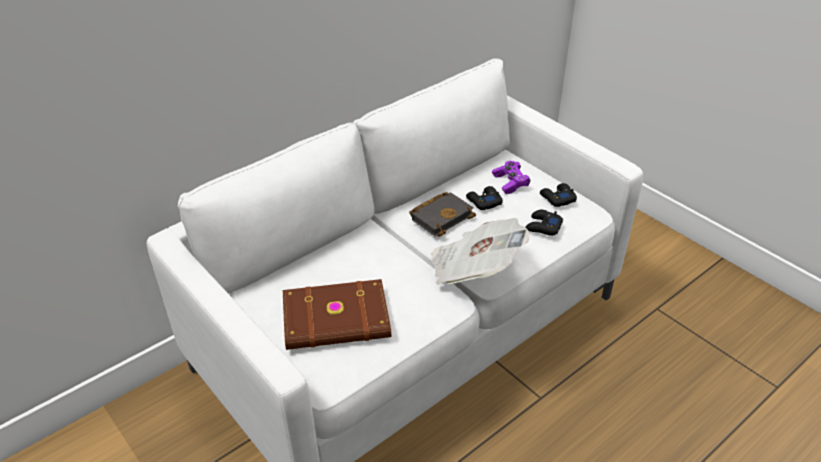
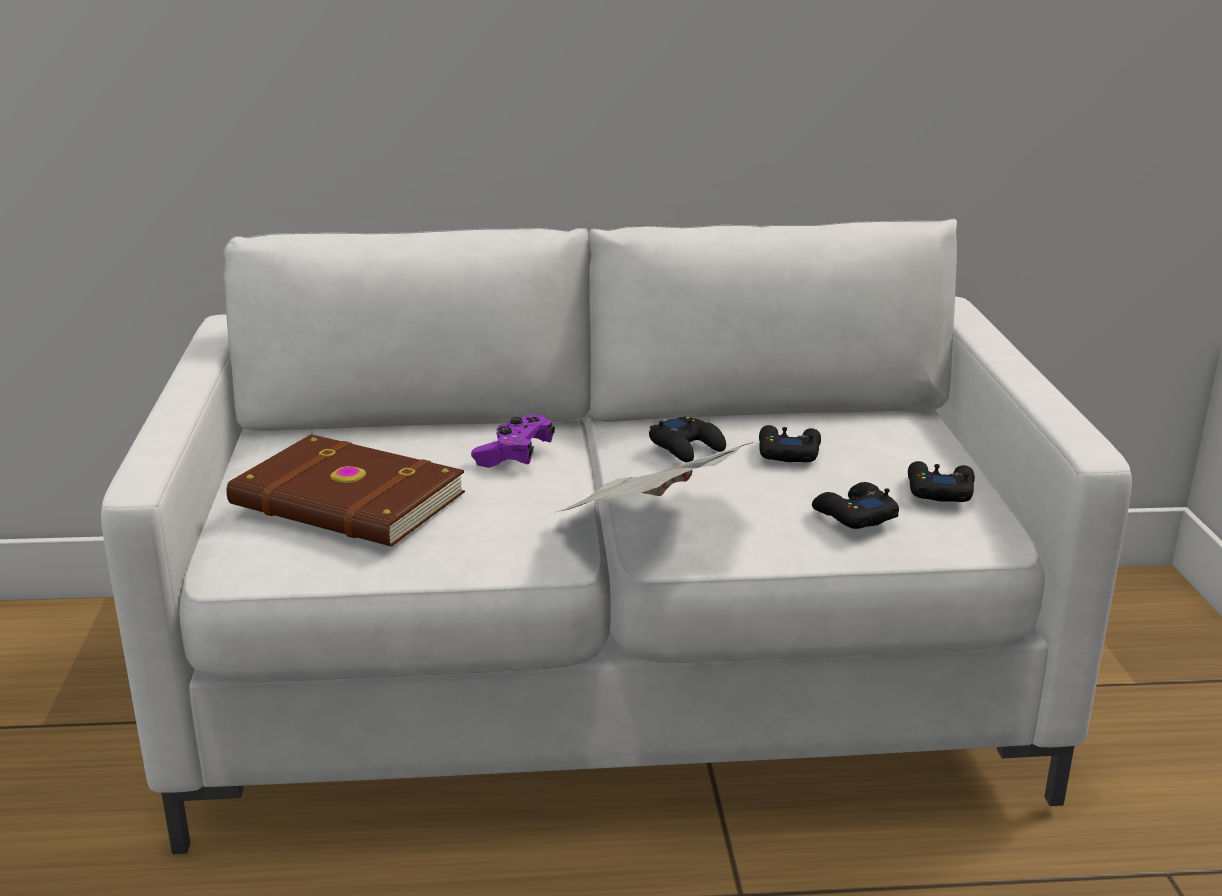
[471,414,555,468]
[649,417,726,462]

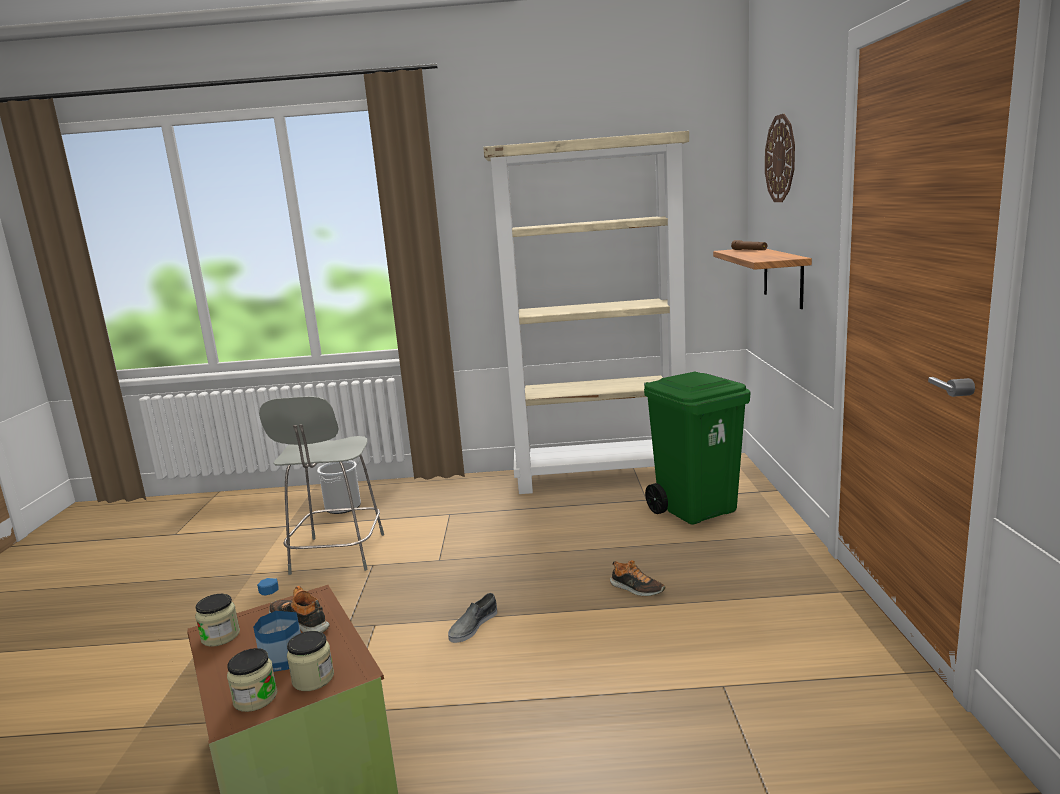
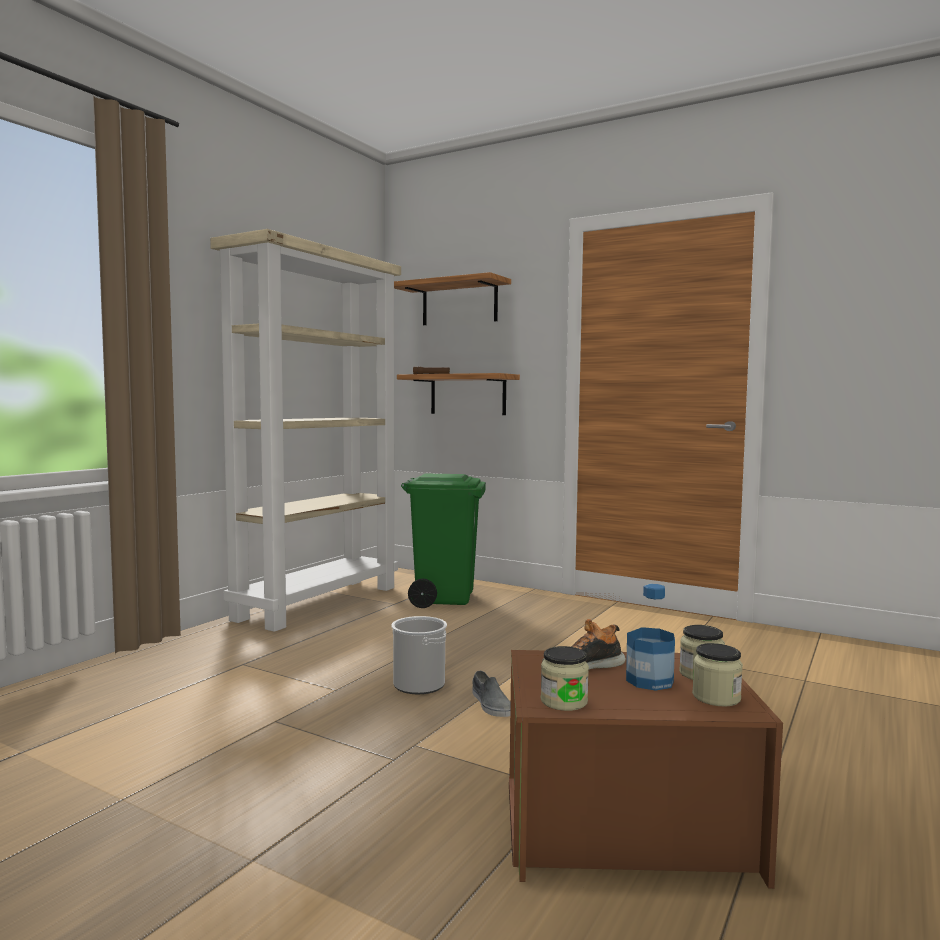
[391,616,447,694]
[394,272,511,325]
[259,396,384,575] (first image)
[610,560,665,596] (first image)

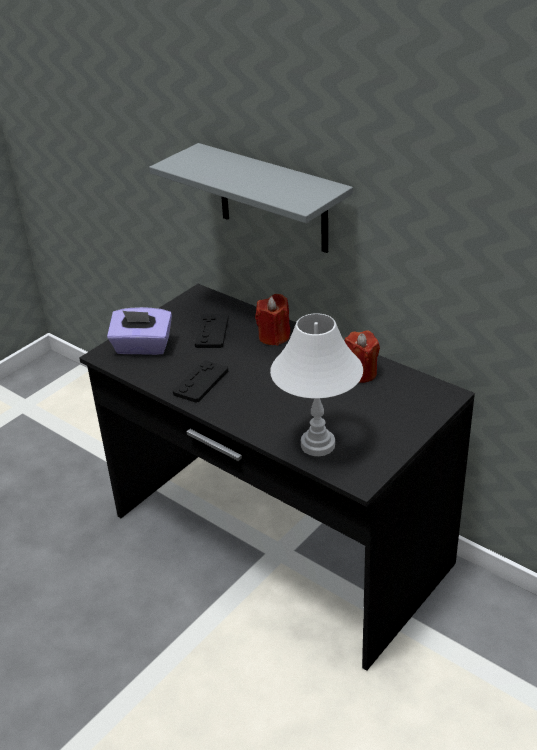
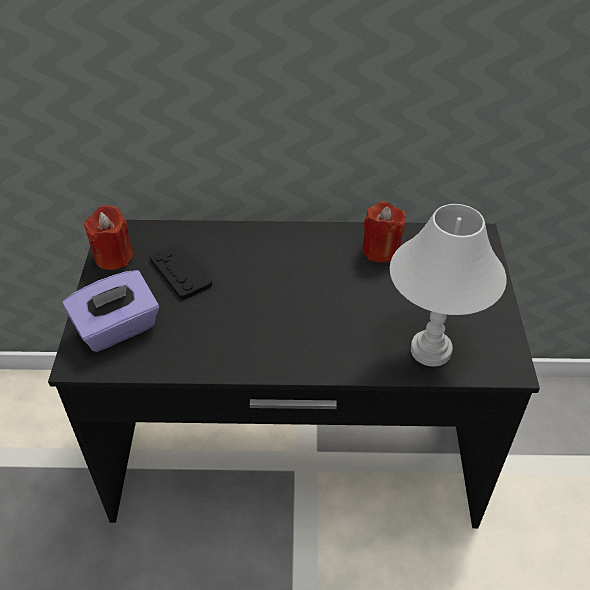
[84,205,133,270]
[149,143,353,253] (first image)
[173,360,228,403] (first image)

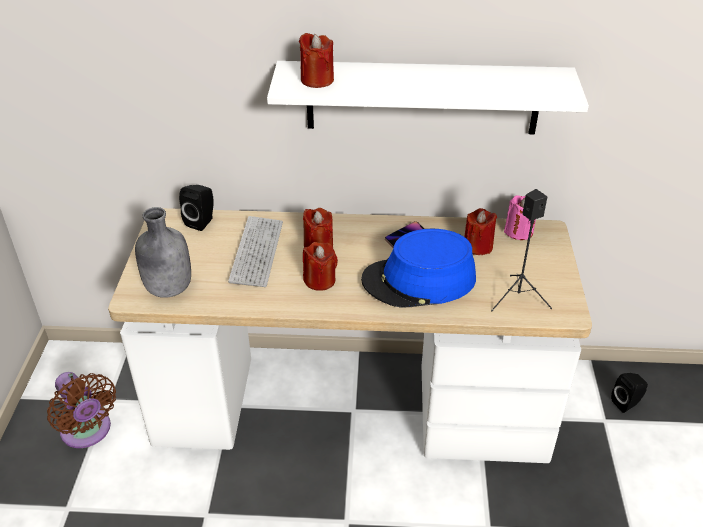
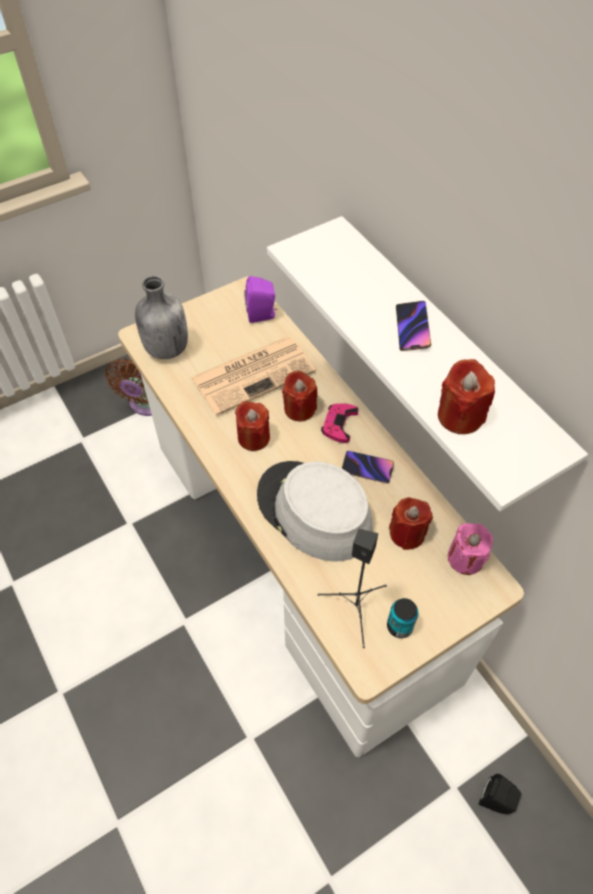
[191,337,316,416]
[245,276,278,323]
[257,461,373,562]
[321,403,358,443]
[387,598,418,638]
[396,301,431,351]
[438,359,495,434]

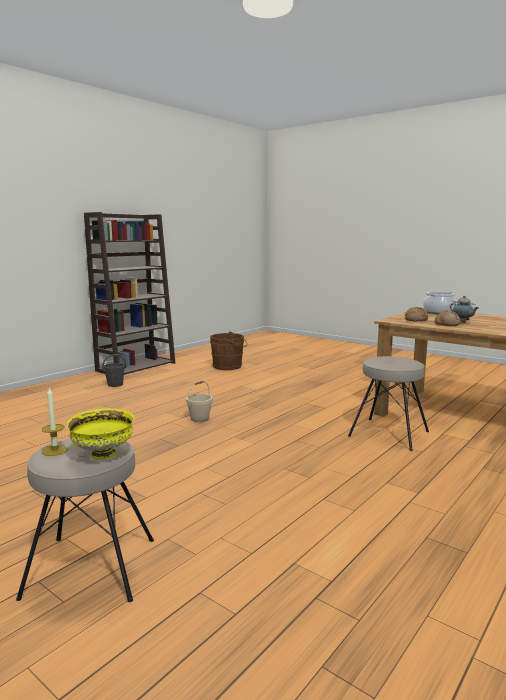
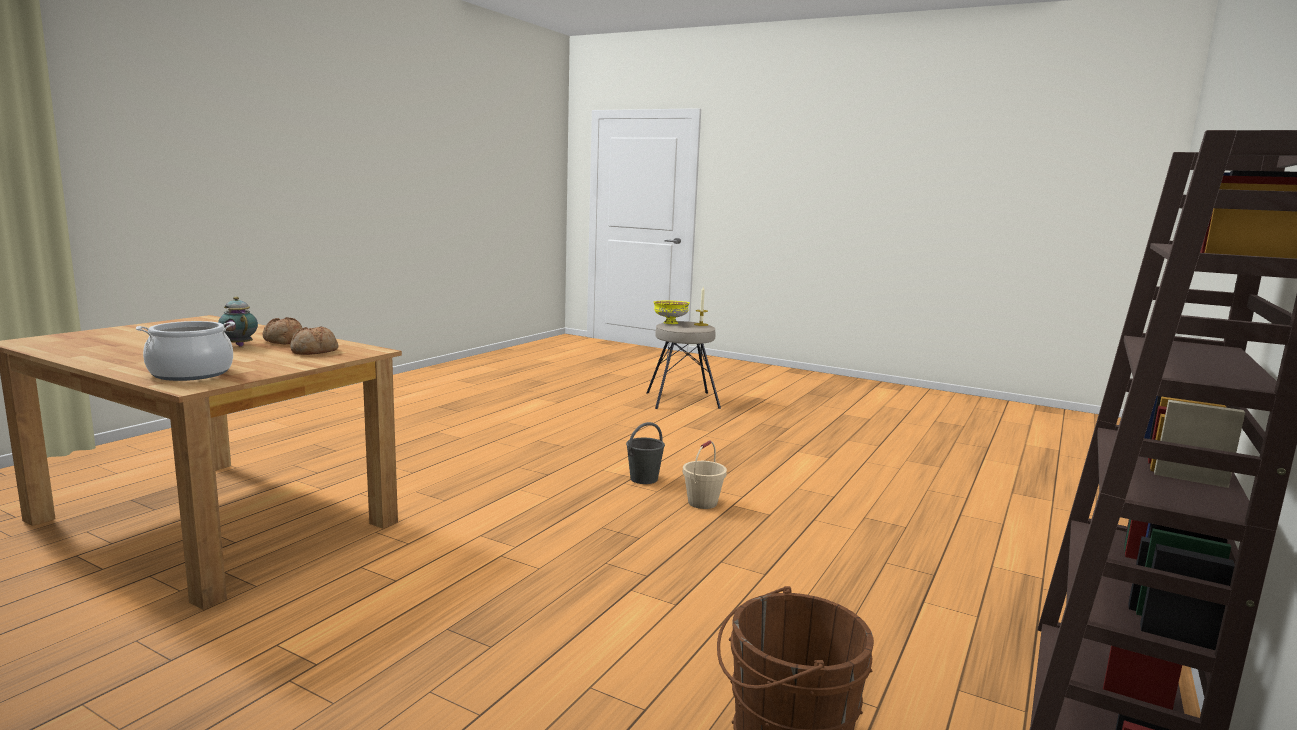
[626,422,665,484]
[348,356,429,451] (first image)

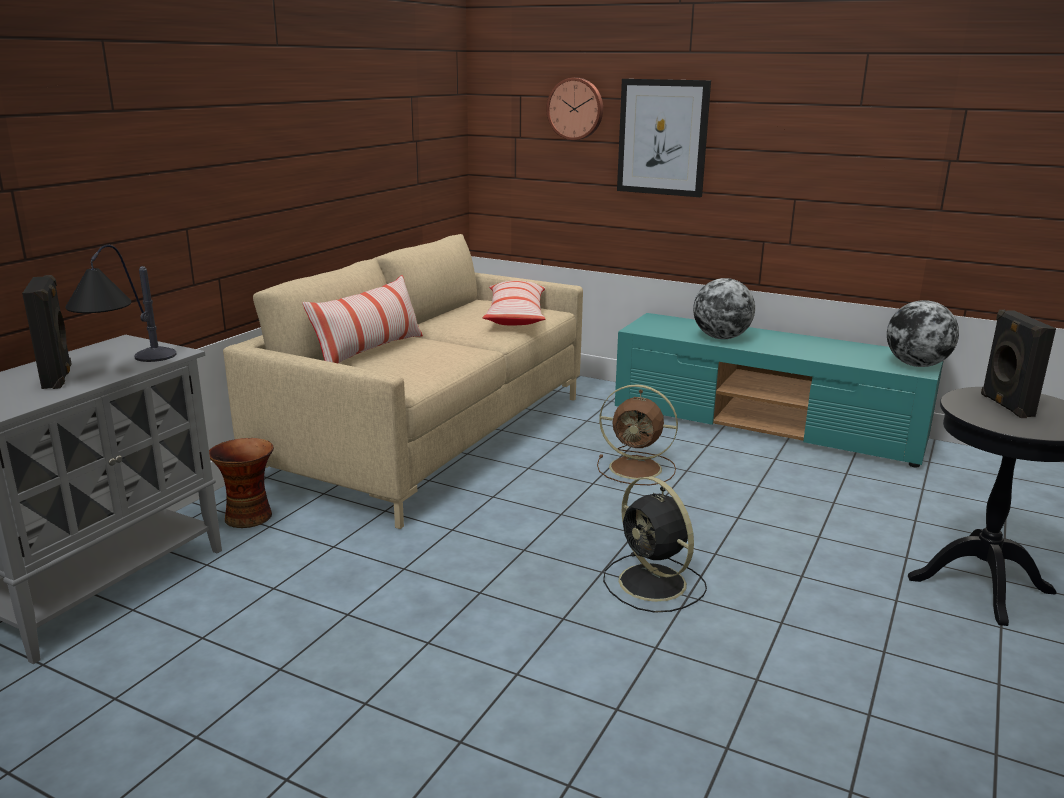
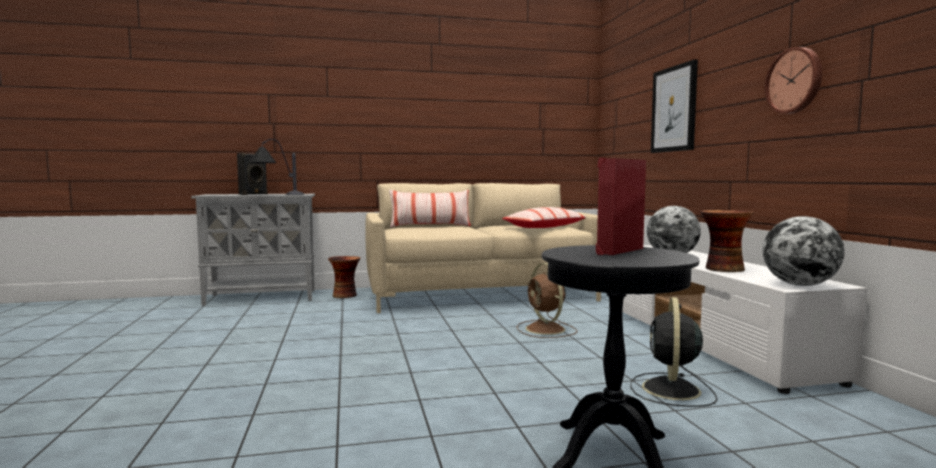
[596,158,646,255]
[609,245,868,394]
[631,297,717,407]
[700,210,754,272]
[764,47,822,114]

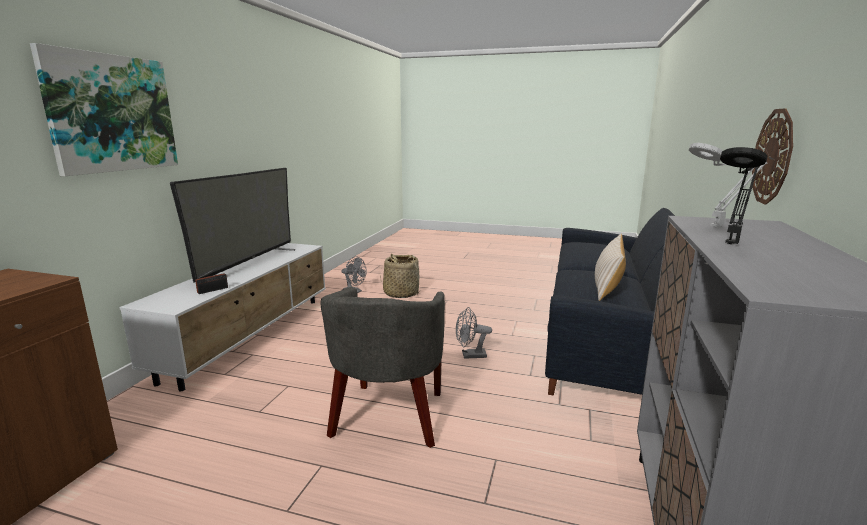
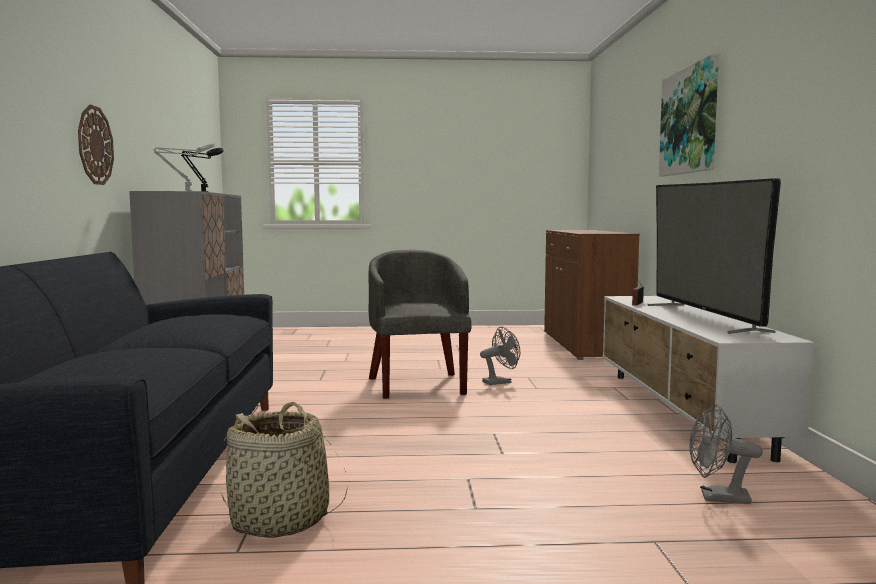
[221,402,348,538]
[480,327,520,385]
[595,234,626,301] (first image)

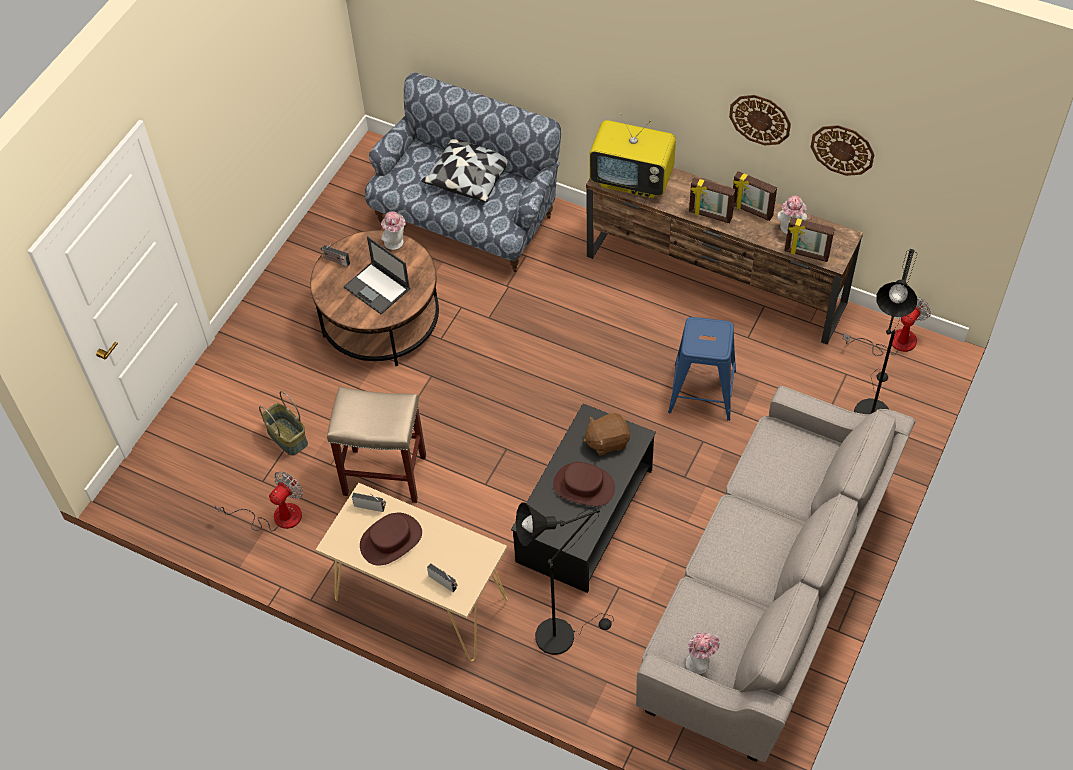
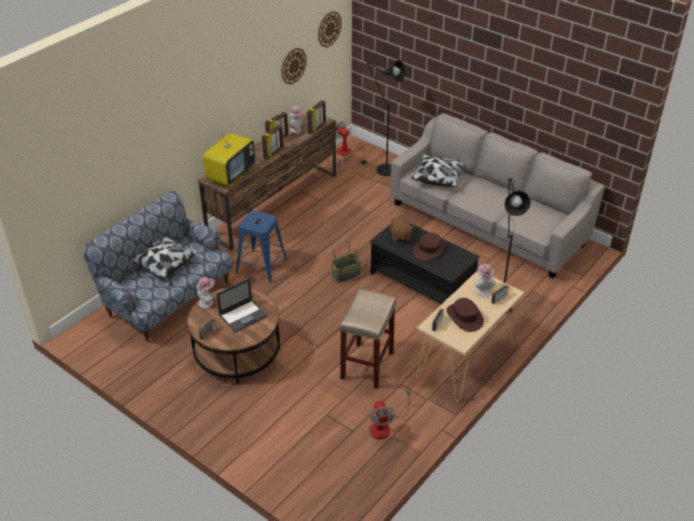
[236,210,287,283]
[318,11,341,47]
[331,240,362,282]
[370,389,411,439]
[411,154,463,187]
[474,264,495,297]

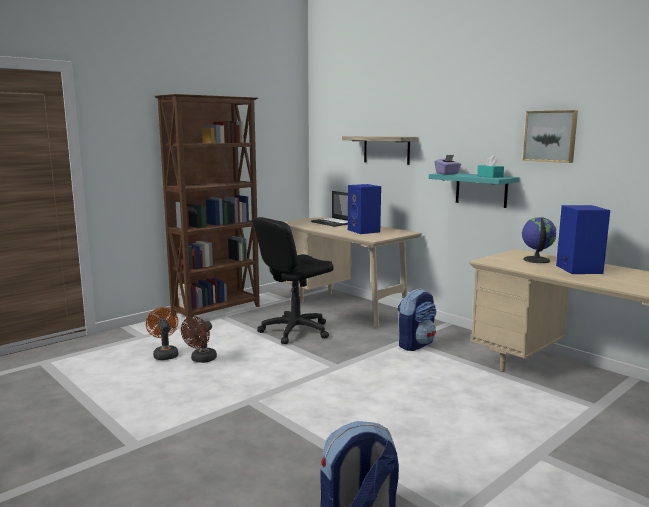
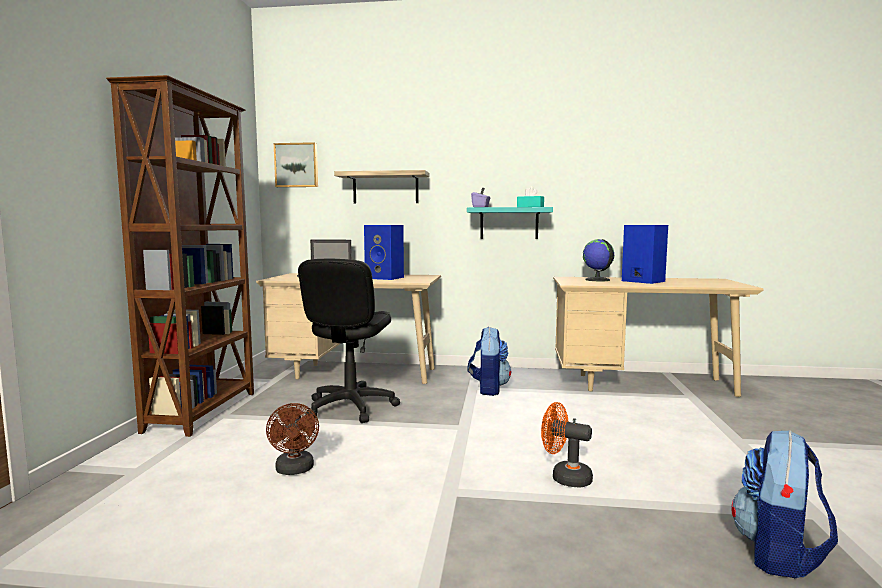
[274,142,318,187]
[541,402,593,488]

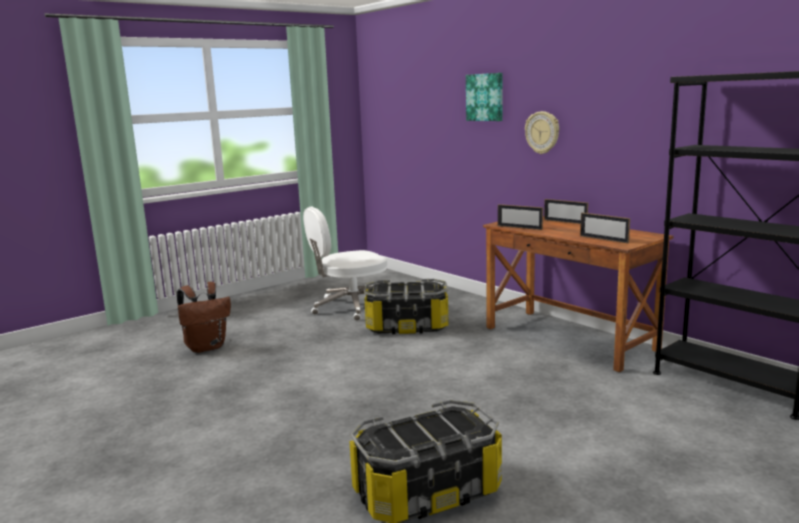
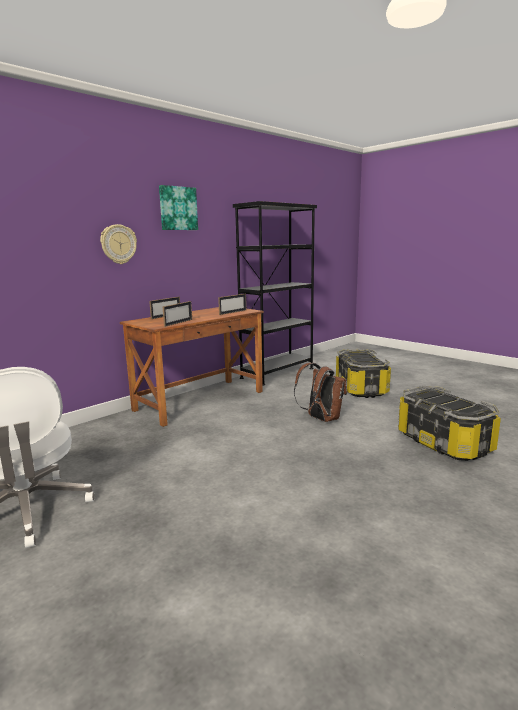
[159,185,198,230]
[294,363,347,422]
[336,349,391,398]

